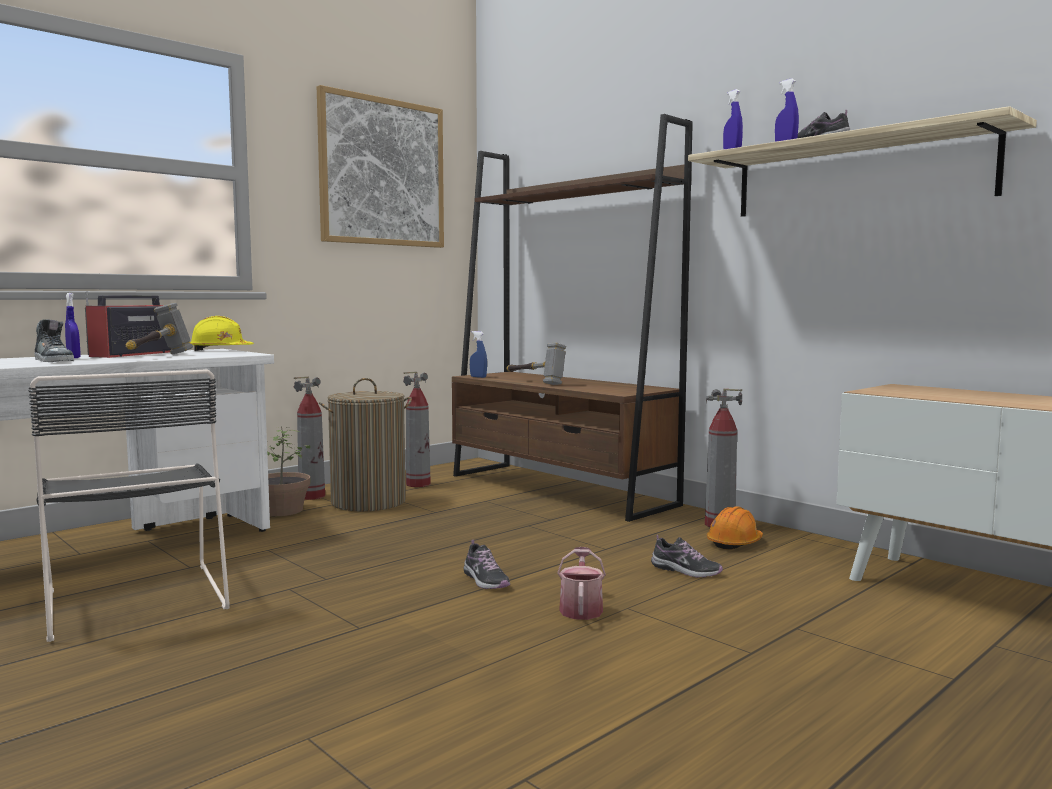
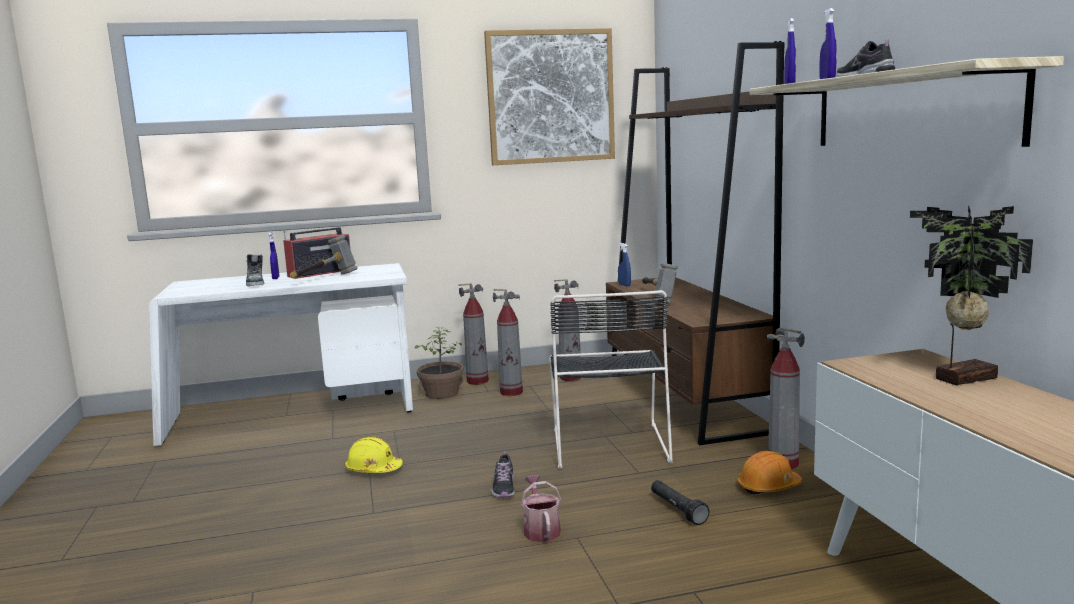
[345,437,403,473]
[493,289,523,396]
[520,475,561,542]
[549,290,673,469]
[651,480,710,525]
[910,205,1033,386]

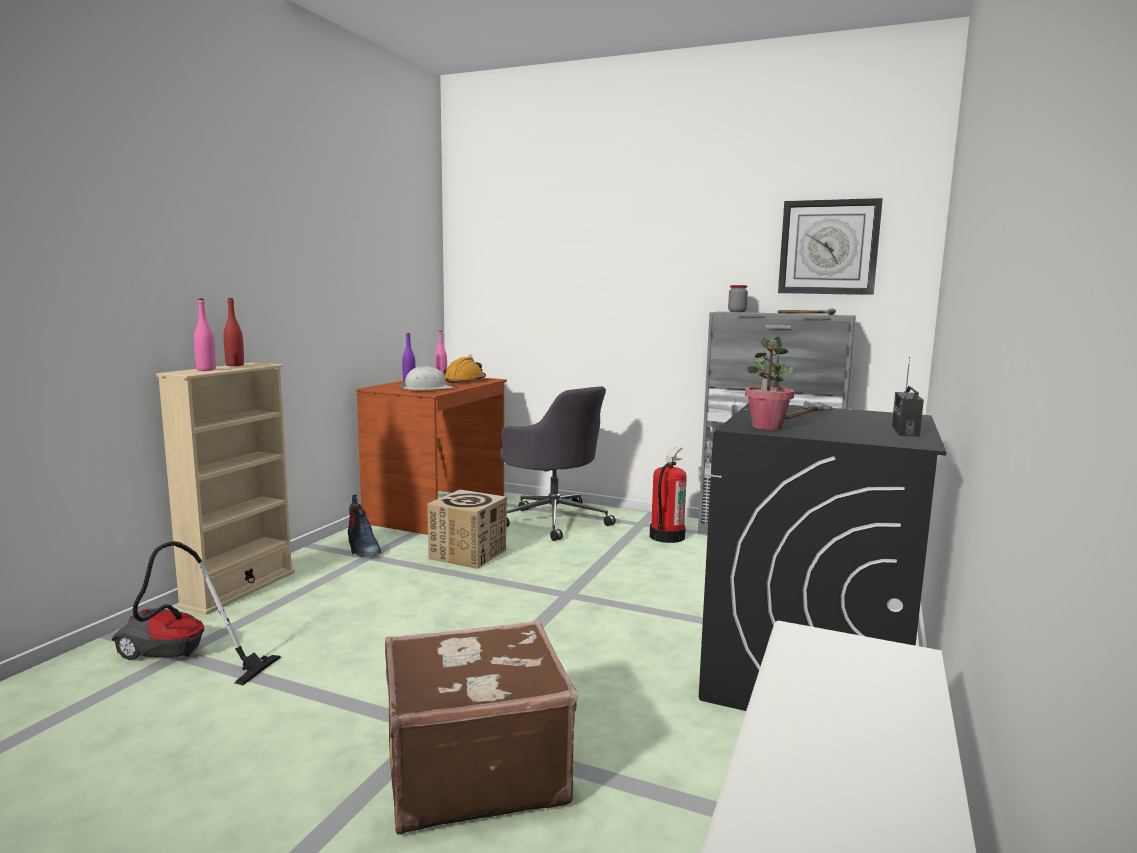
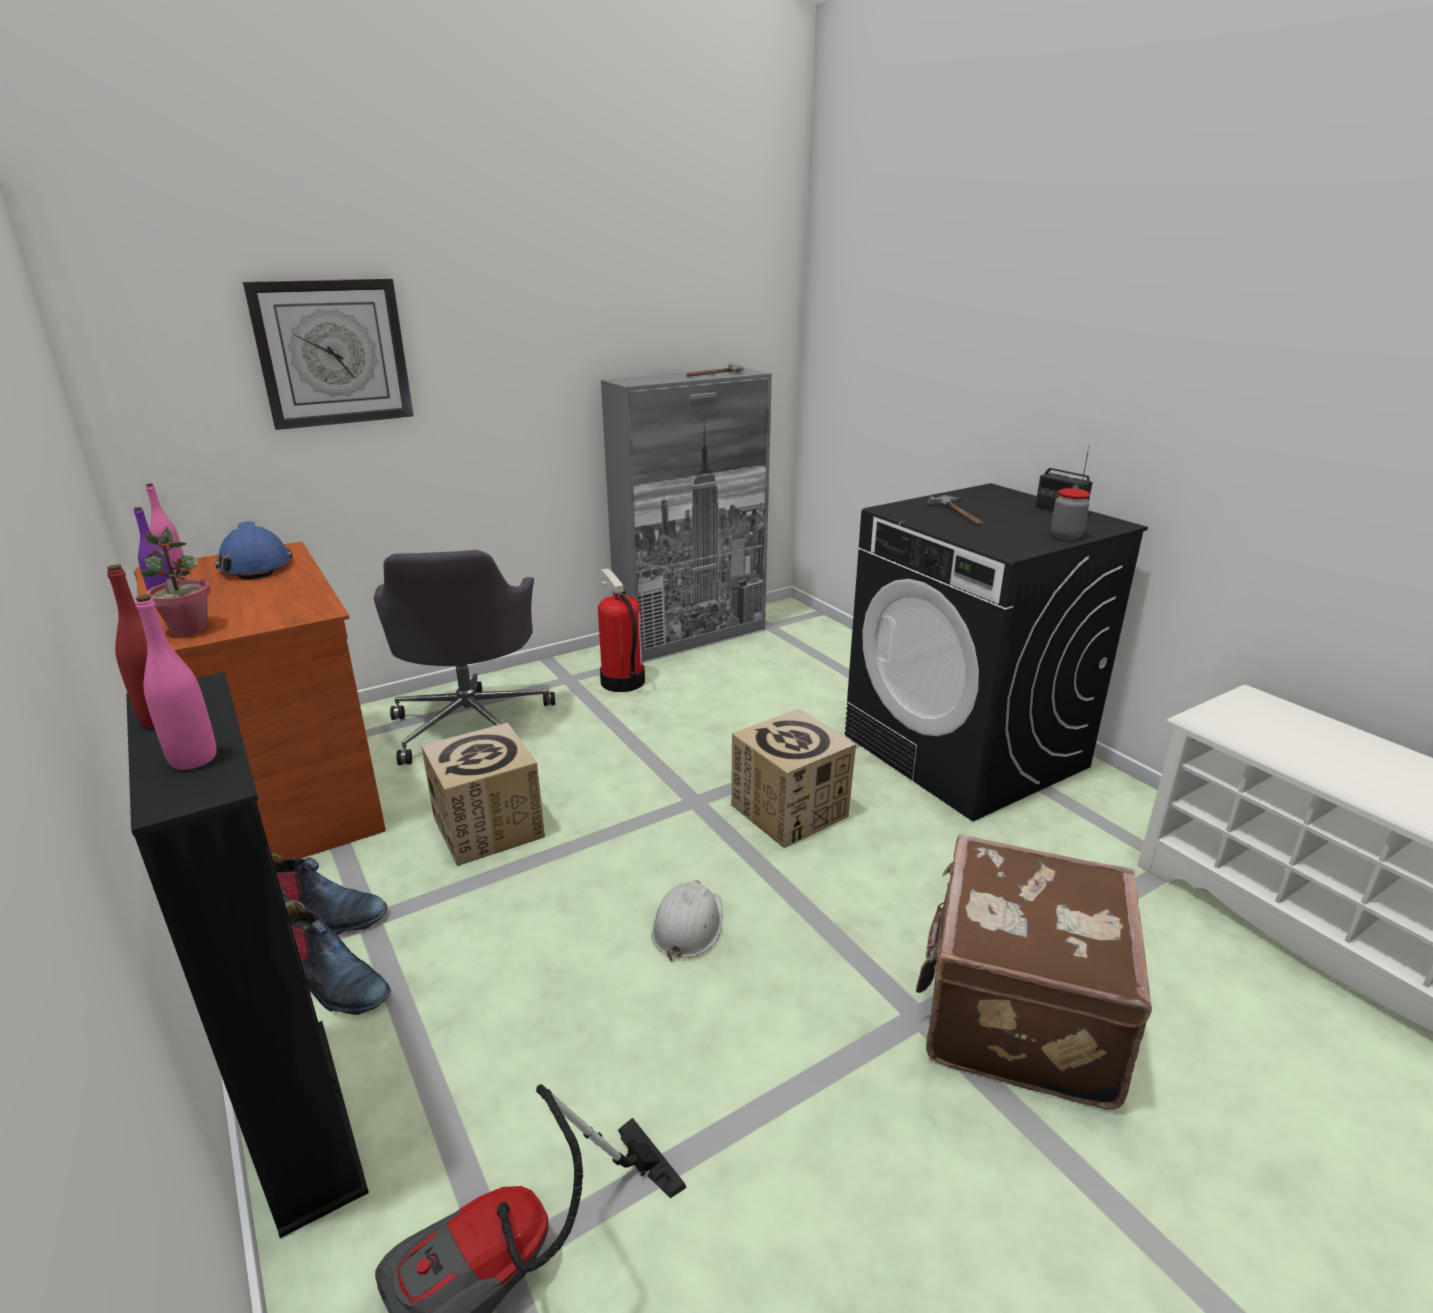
[126,672,369,1238]
[140,526,211,636]
[215,521,293,580]
[243,279,414,430]
[280,884,391,1015]
[374,550,555,765]
[651,880,722,961]
[731,709,856,848]
[1051,488,1090,540]

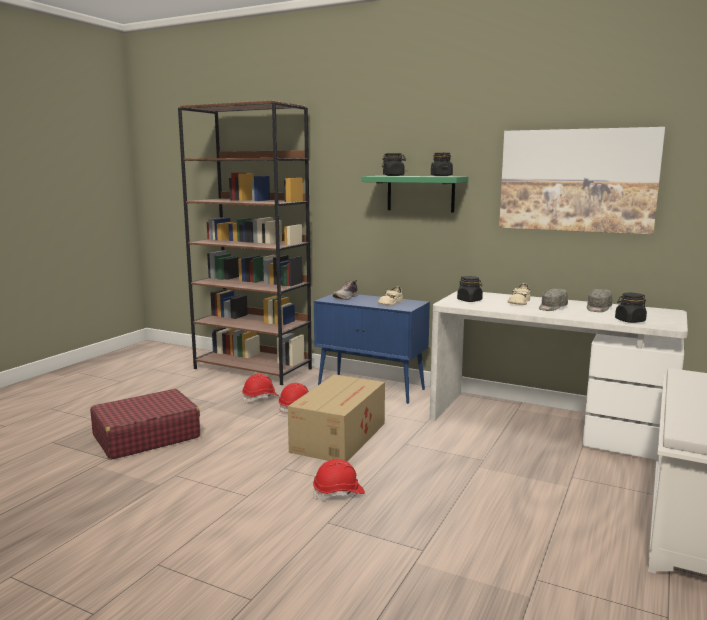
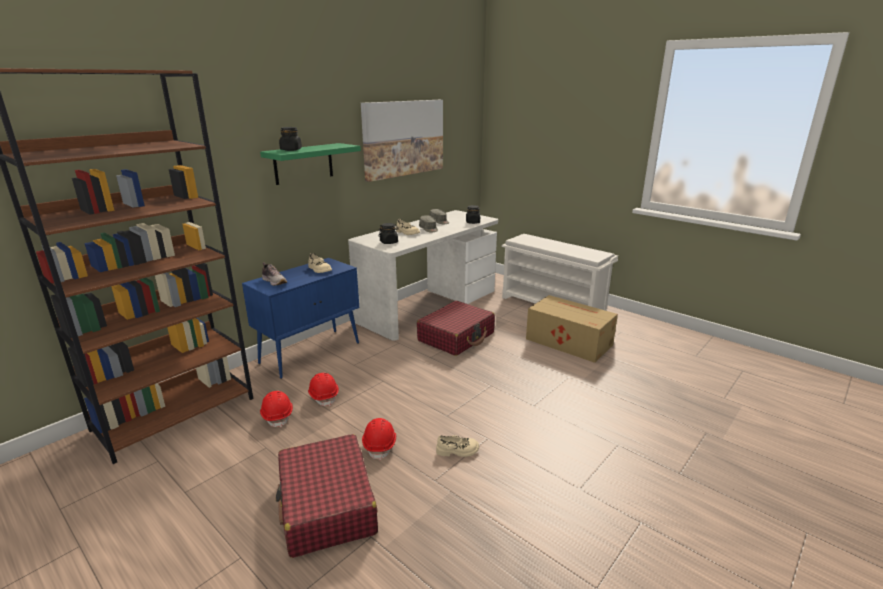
[362,418,396,460]
[417,301,495,356]
[436,435,479,457]
[526,295,618,363]
[431,153,453,176] (first image)

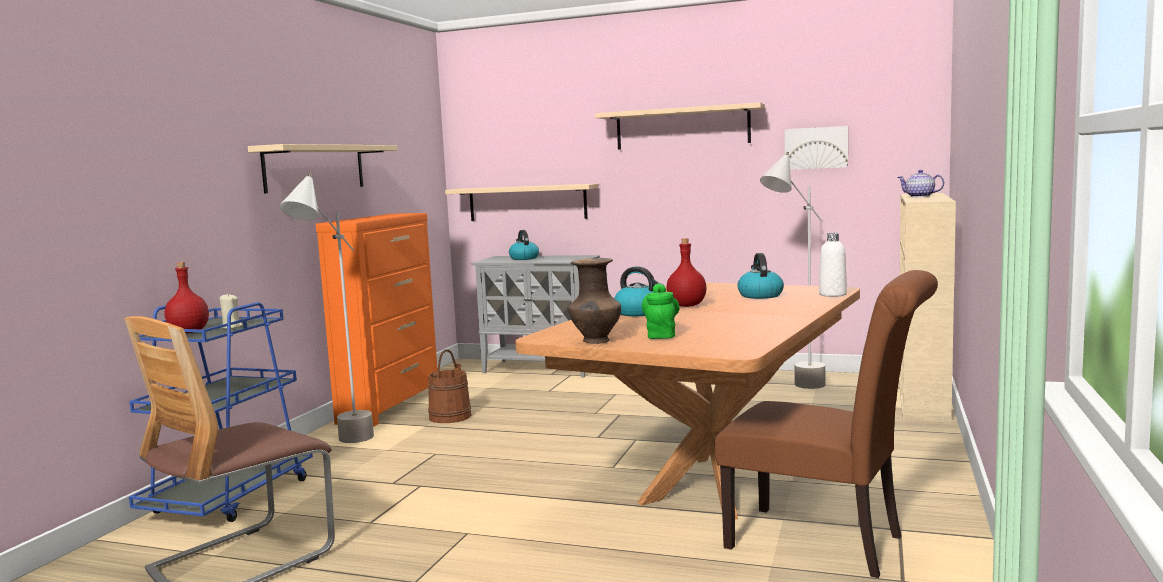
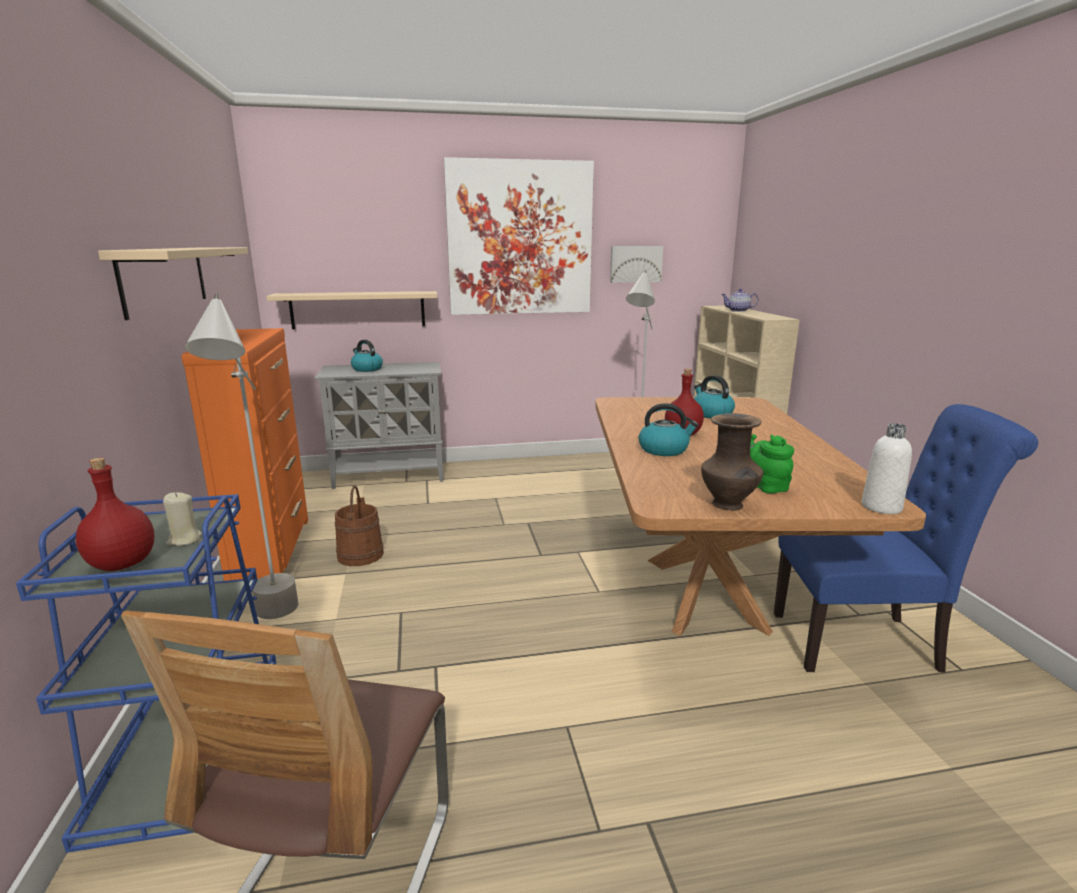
[444,157,594,315]
[774,404,1038,672]
[862,423,912,514]

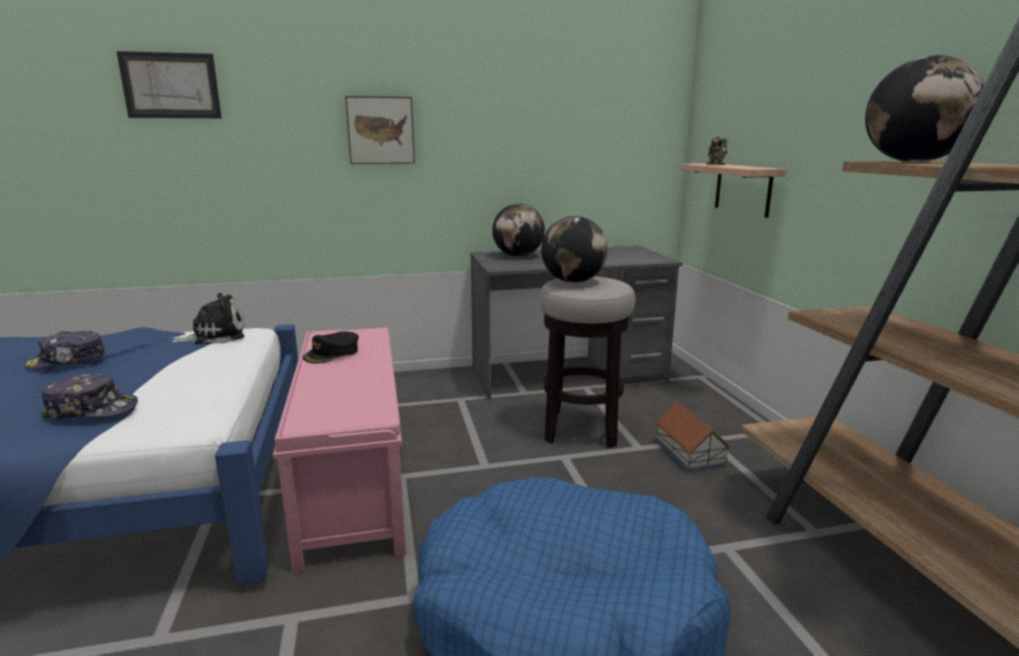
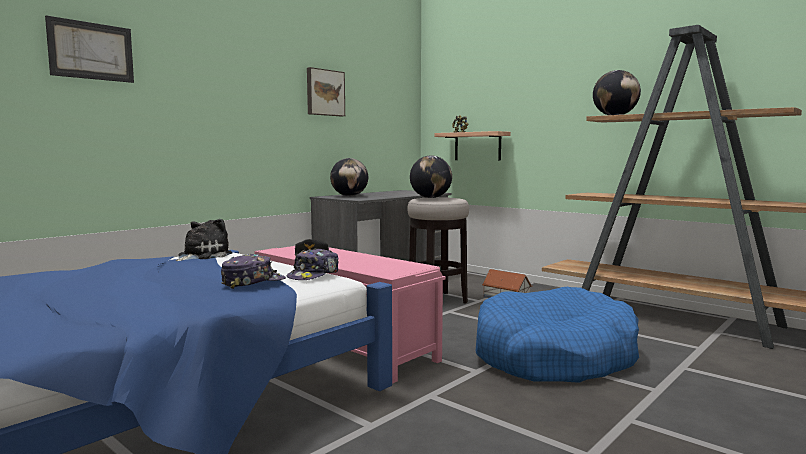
[287,248,339,280]
[307,67,345,116]

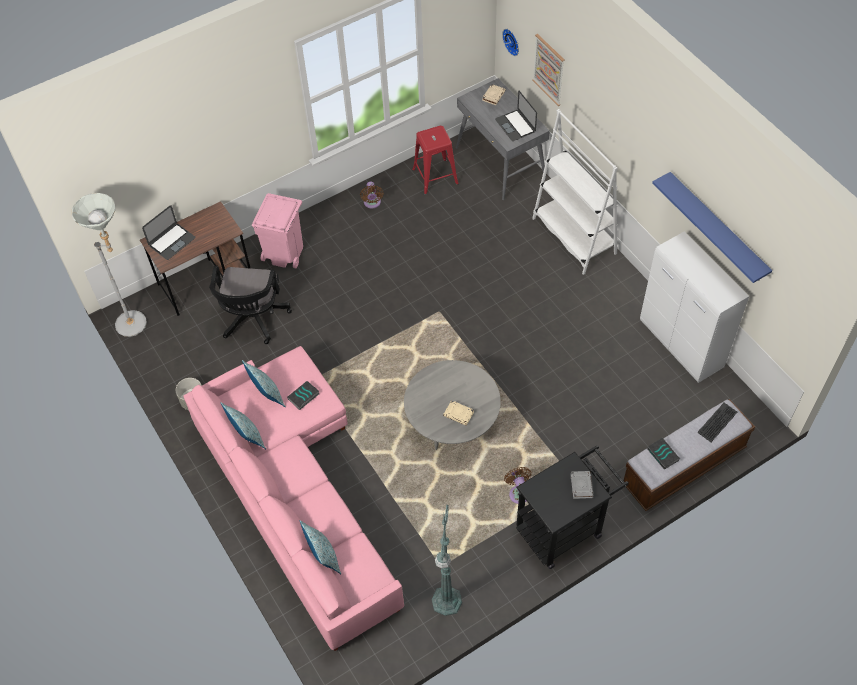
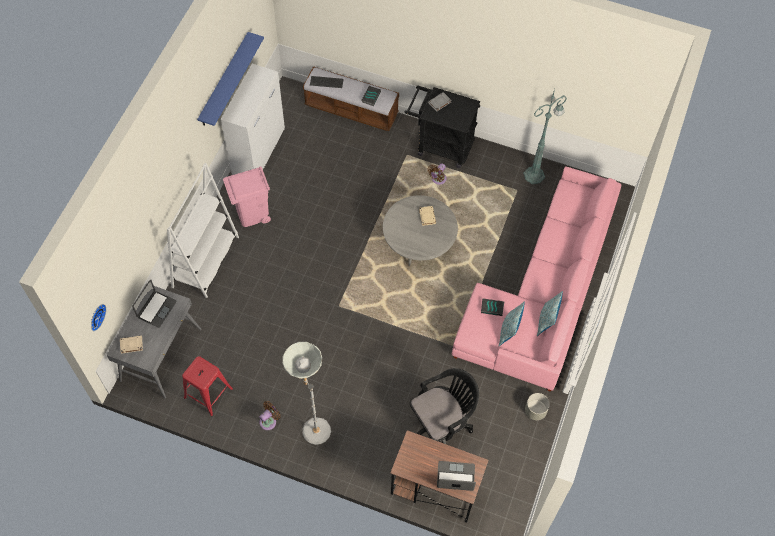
[223,166,271,227]
[283,342,331,445]
[300,520,342,574] (first image)
[532,34,565,106] (first image)

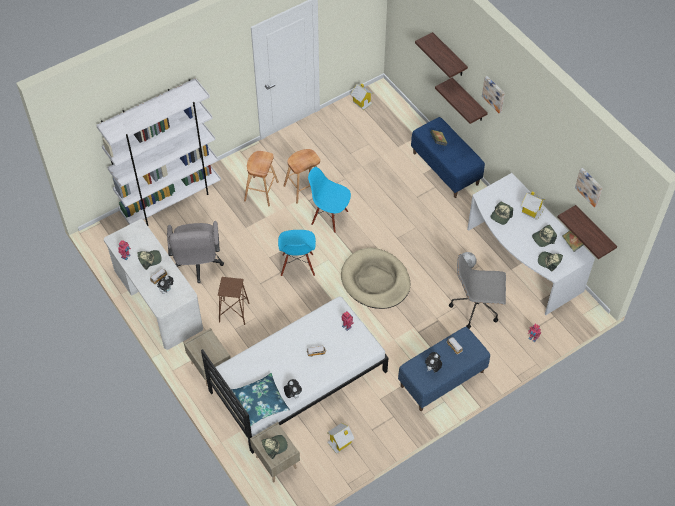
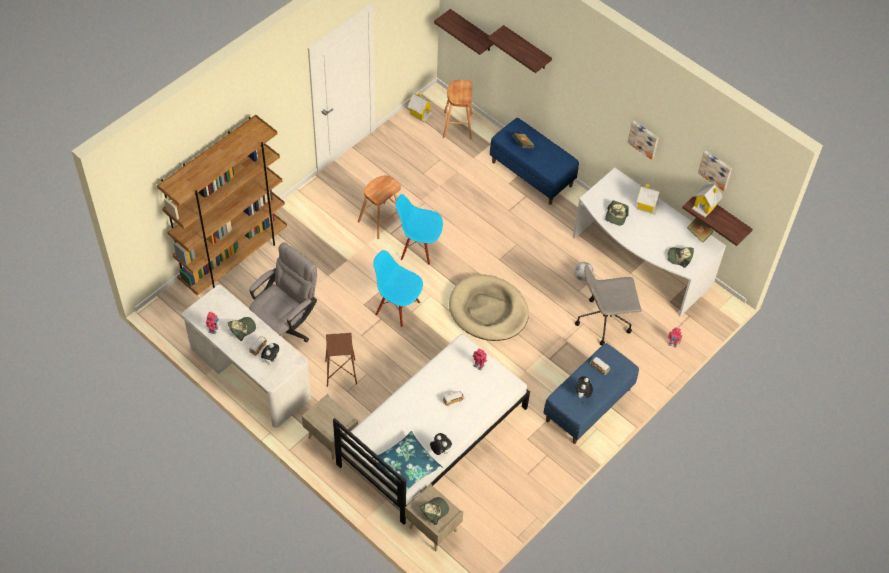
[157,115,287,296]
[249,242,317,342]
[373,250,423,327]
[434,9,494,55]
[443,80,473,140]
[627,121,659,160]
[692,184,723,217]
[532,225,557,247] (first image)

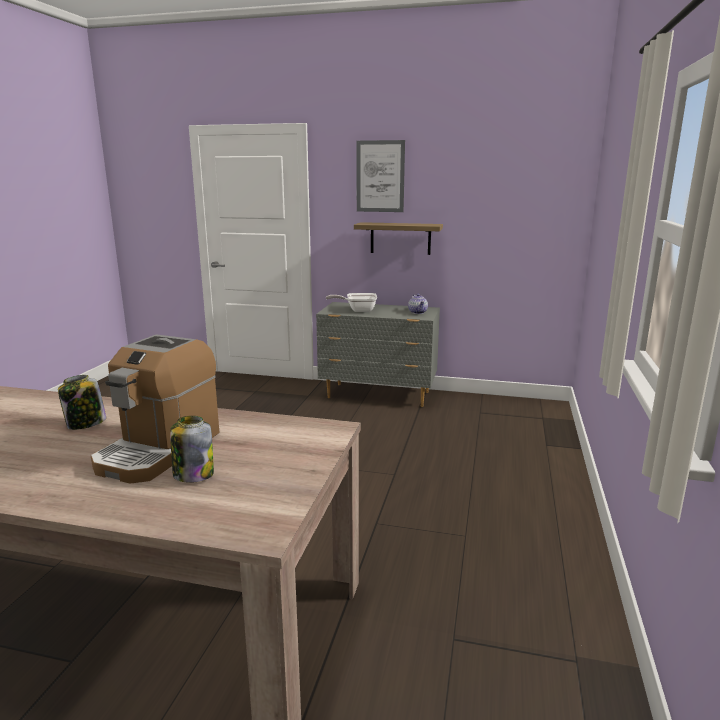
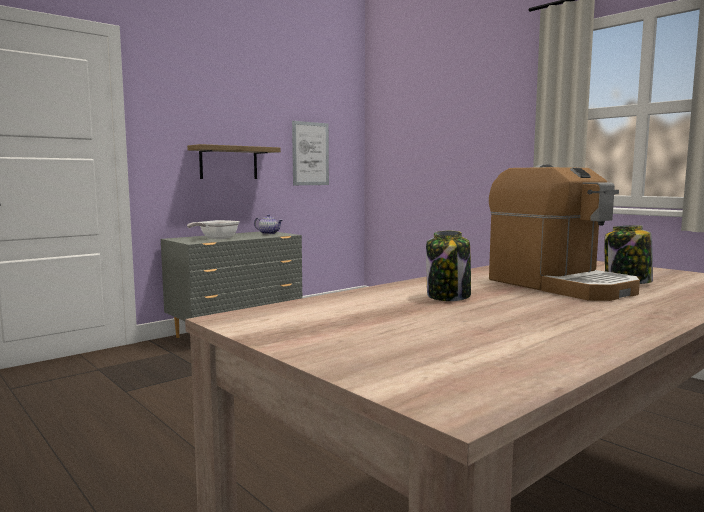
[292,121,329,185]

